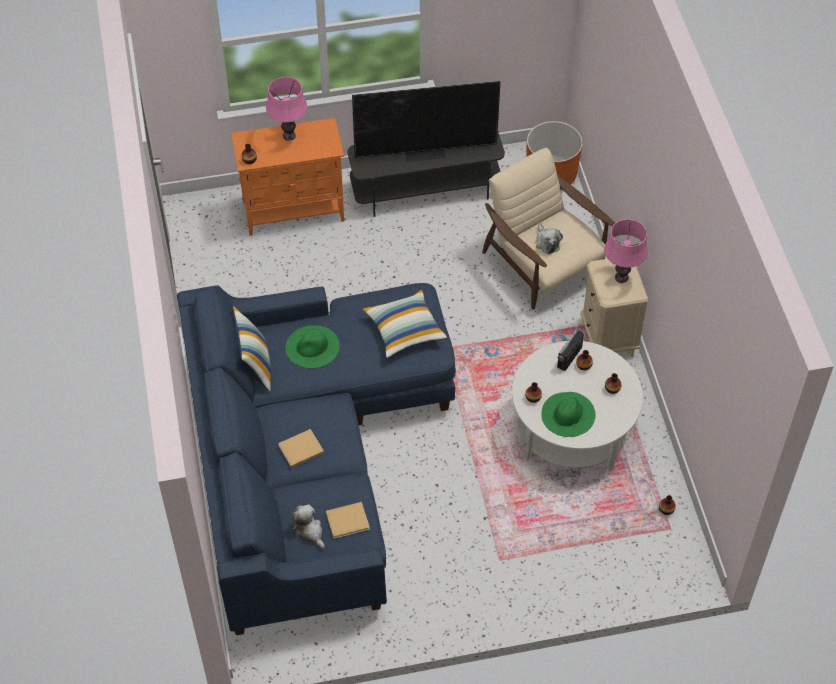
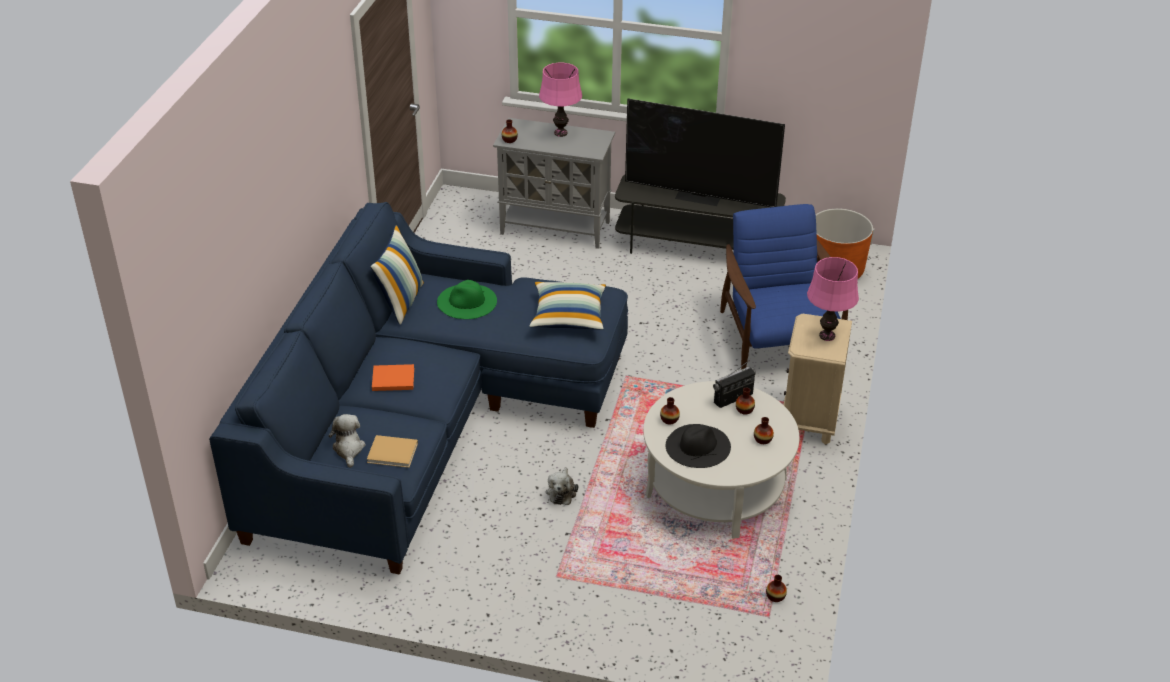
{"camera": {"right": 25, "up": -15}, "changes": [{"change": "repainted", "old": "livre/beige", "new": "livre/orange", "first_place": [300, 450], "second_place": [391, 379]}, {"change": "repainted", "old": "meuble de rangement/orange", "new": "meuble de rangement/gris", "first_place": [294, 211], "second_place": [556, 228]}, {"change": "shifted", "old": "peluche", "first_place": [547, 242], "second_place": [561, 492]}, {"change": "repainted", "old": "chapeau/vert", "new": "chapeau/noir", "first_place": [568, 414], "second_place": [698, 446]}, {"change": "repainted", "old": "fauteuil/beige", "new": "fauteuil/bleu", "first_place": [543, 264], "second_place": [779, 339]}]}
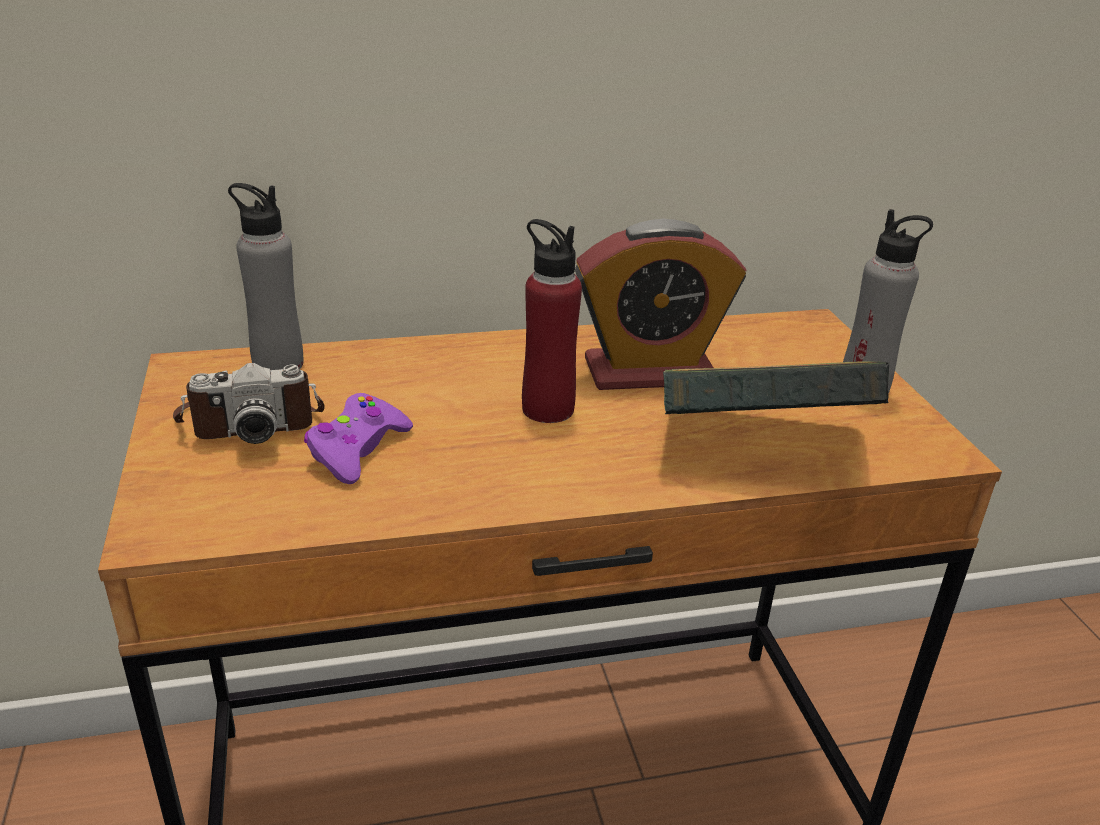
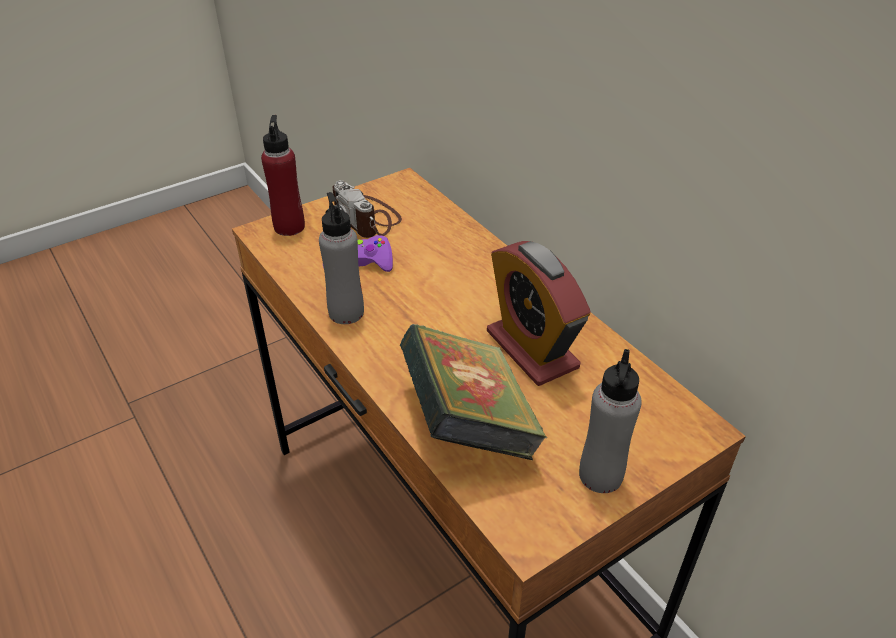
{"camera": {"right": 70, "up": 10}, "changes": [{"change": "shifted", "old": "bouteille/rouge", "first_place": [547, 409], "second_place": [289, 226]}, {"change": "shifted", "old": "bouteille/gris", "first_place": [278, 364], "second_place": [346, 312]}]}
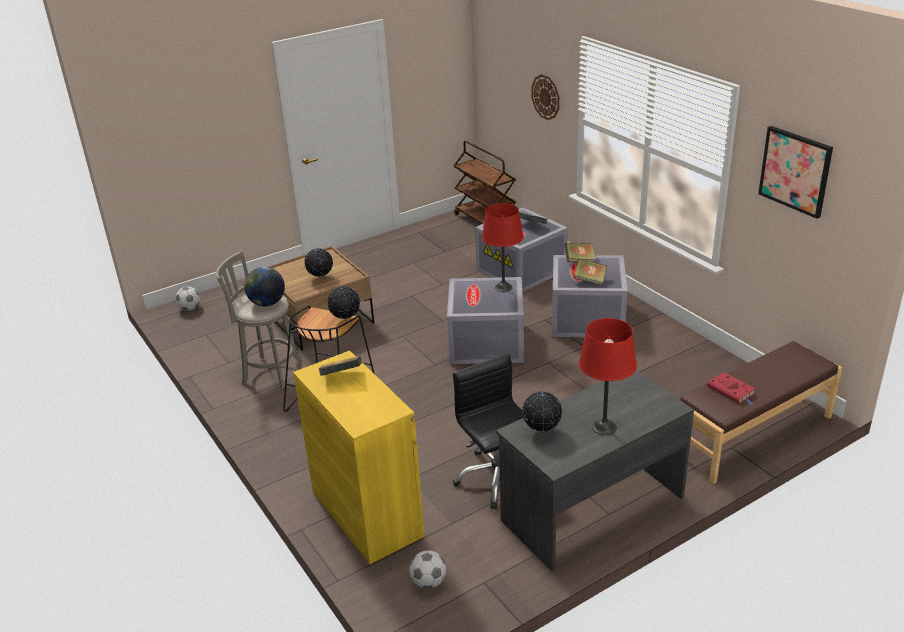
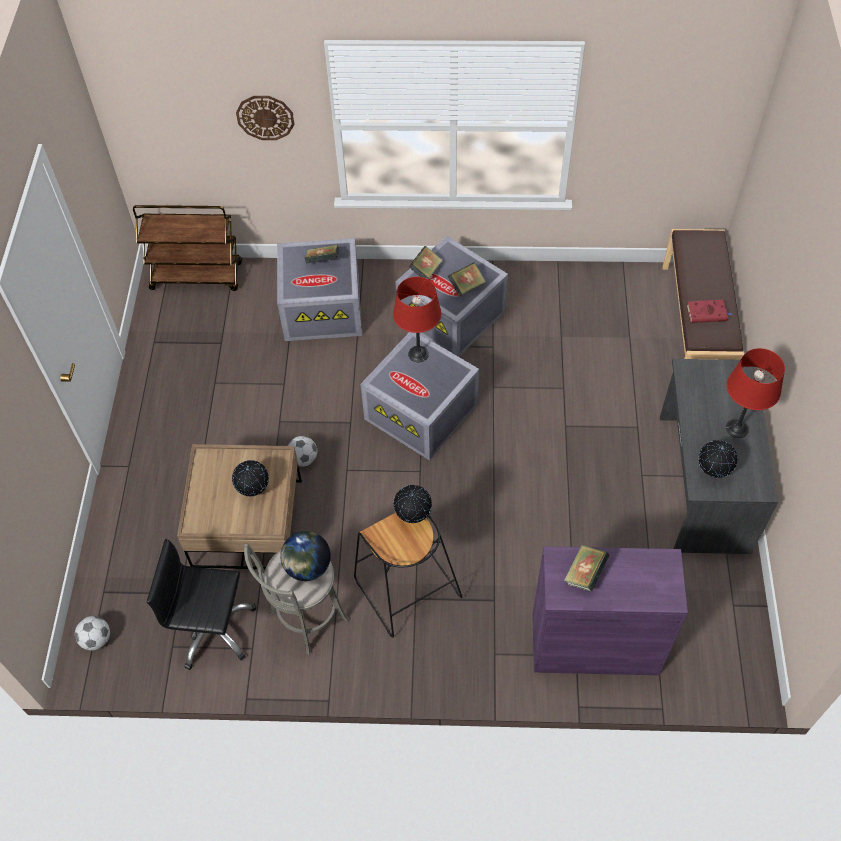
{"camera": {"right": -55, "up": 25}, "changes": [{"change": "shifted", "old": "chaise de bureau/noir", "first_place": [497, 478], "second_place": [212, 629]}, {"change": "shifted", "old": "ballon de foot", "first_place": [428, 582], "second_place": [303, 459]}, {"change": "repainted", "old": "meuble de rangement/jaune", "new": "meuble de rangement/violet", "first_place": [366, 513], "second_place": [594, 644]}, {"change": "gone", "old": "tableau", "first_place": [795, 171]}]}
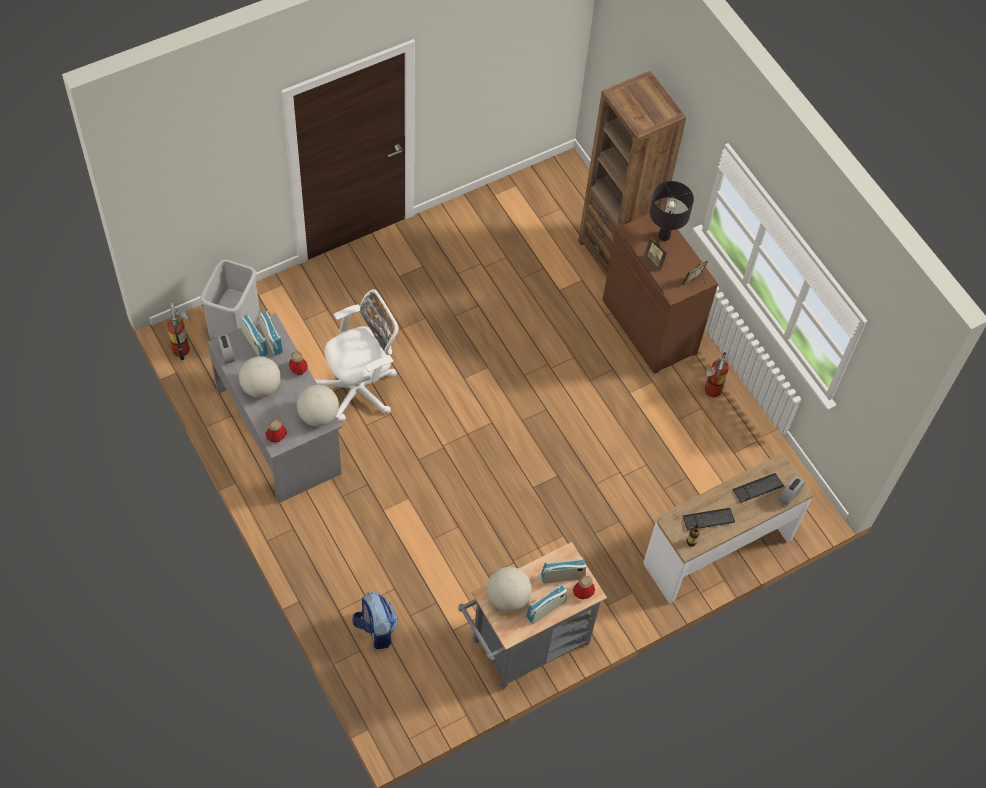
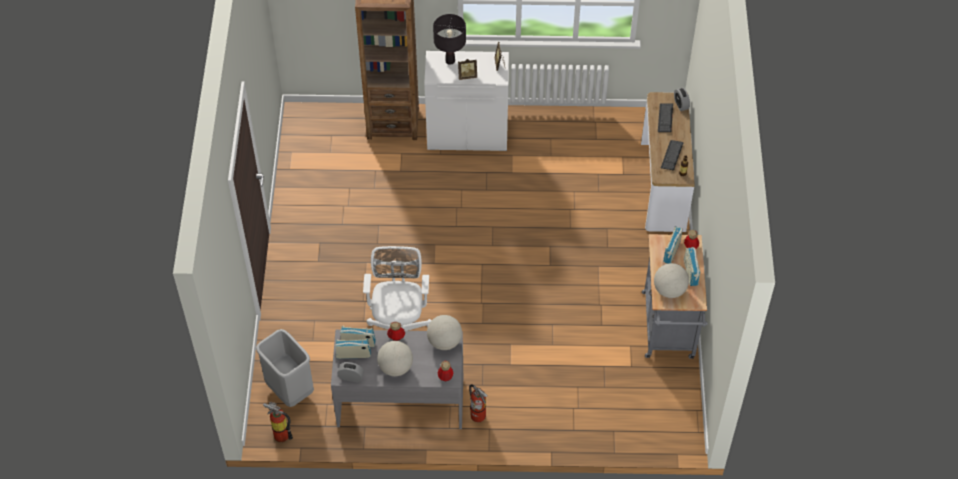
{"camera": {"right": -55, "up": -5}, "changes": [{"change": "repainted", "old": "meuble de rangement/marron", "new": "meuble de rangement/blanc", "first_place": [650, 327], "second_place": [468, 134]}, {"change": "shifted", "old": "extincteur", "first_place": [710, 391], "second_place": [478, 418]}, {"change": "gone", "old": "sac à dos", "first_place": [376, 629]}]}
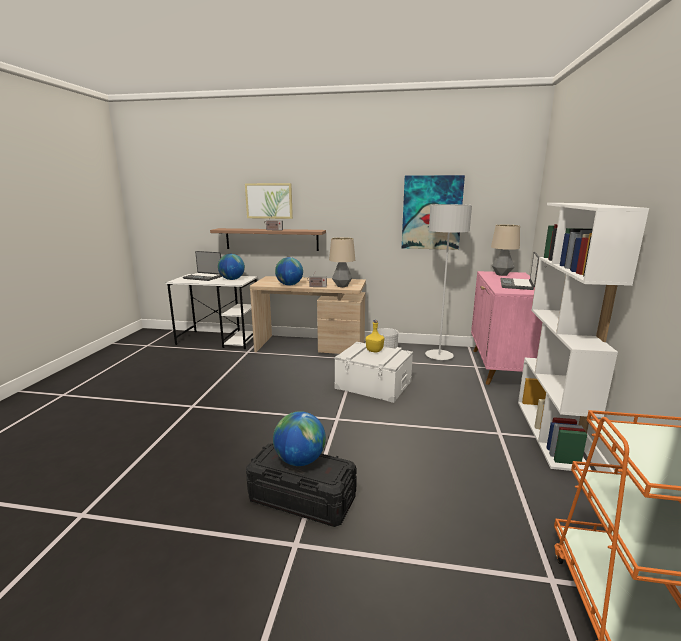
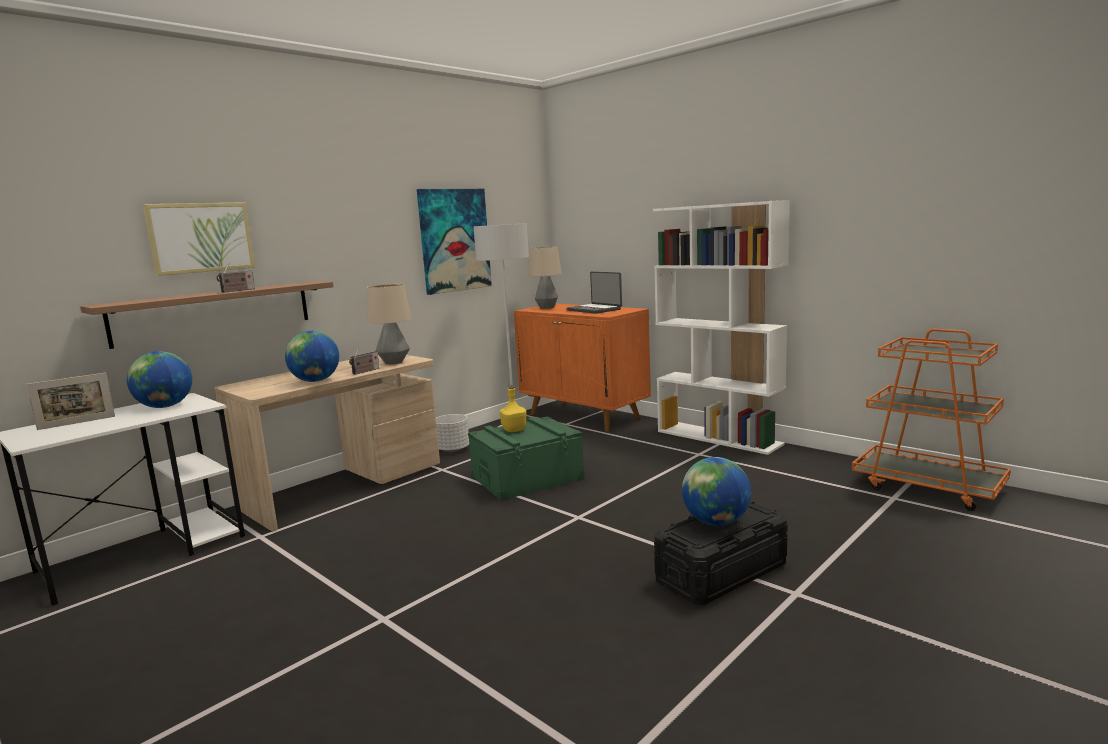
{"camera": {"right": -55, "up": -5}, "changes": [{"change": "swapped", "old": "ordinateur portable", "new": "cadre photo", "first_place": [203, 277], "second_place": [77, 423]}, {"change": "repainted", "old": "boîte de rangement/blanc", "new": "boîte de rangement/vert", "first_place": [373, 384], "second_place": [527, 478]}, {"change": "repainted", "old": "meuble de rangement/rose", "new": "meuble de rangement/orange", "first_place": [501, 367], "second_place": [584, 416]}]}
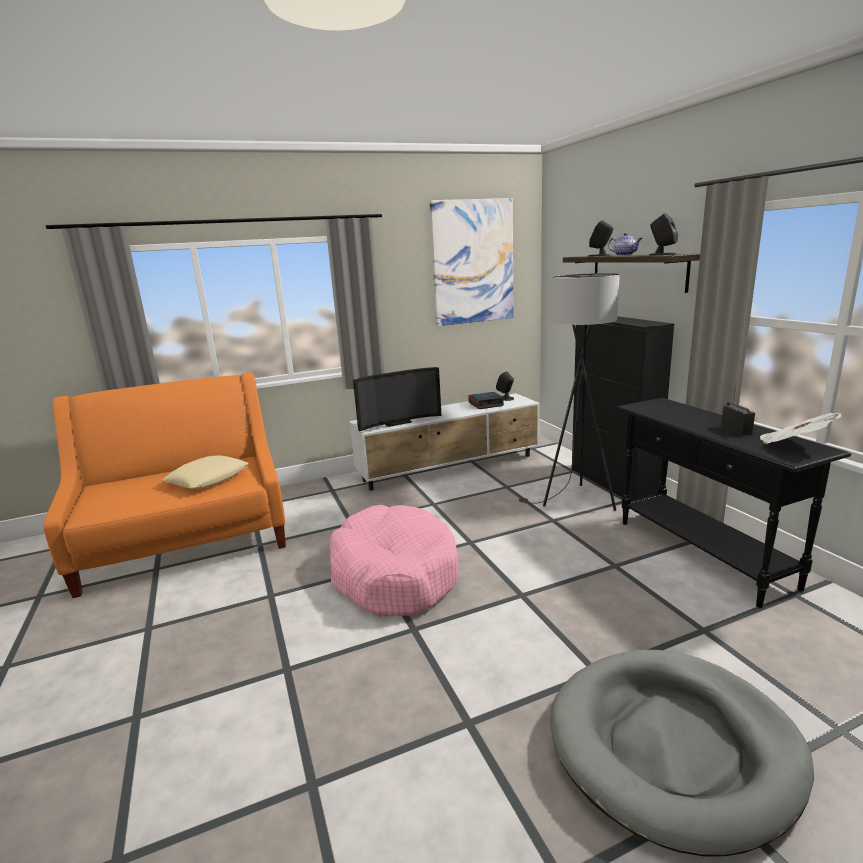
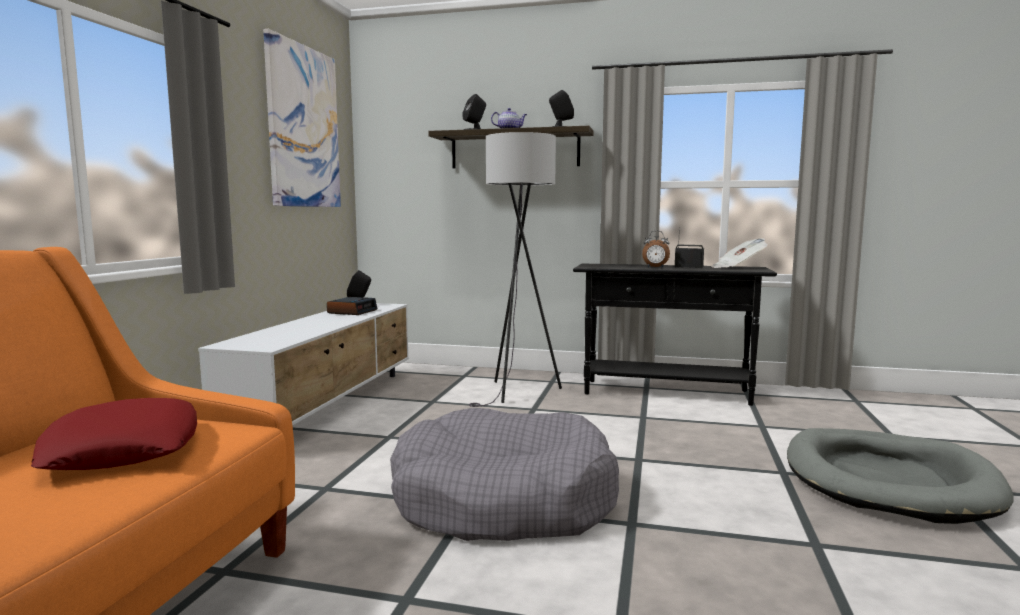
{"camera": {"right": -55, "up": -10}, "changes": [{"change": "repainted", "old": "coussin/beige", "new": "coussin/rouge", "first_place": [208, 478], "second_place": [123, 448]}, {"change": "repainted", "old": "panier pour chien/rose", "new": "panier pour chien/gris", "first_place": [394, 574], "second_place": [503, 500]}, {"change": "new", "new": "réveil", "second_place": [655, 267]}, {"change": "gone", "old": "téléviseur", "first_place": [396, 422]}, {"change": "gone", "old": "meuble de rangement/noir", "first_place": [612, 482]}]}
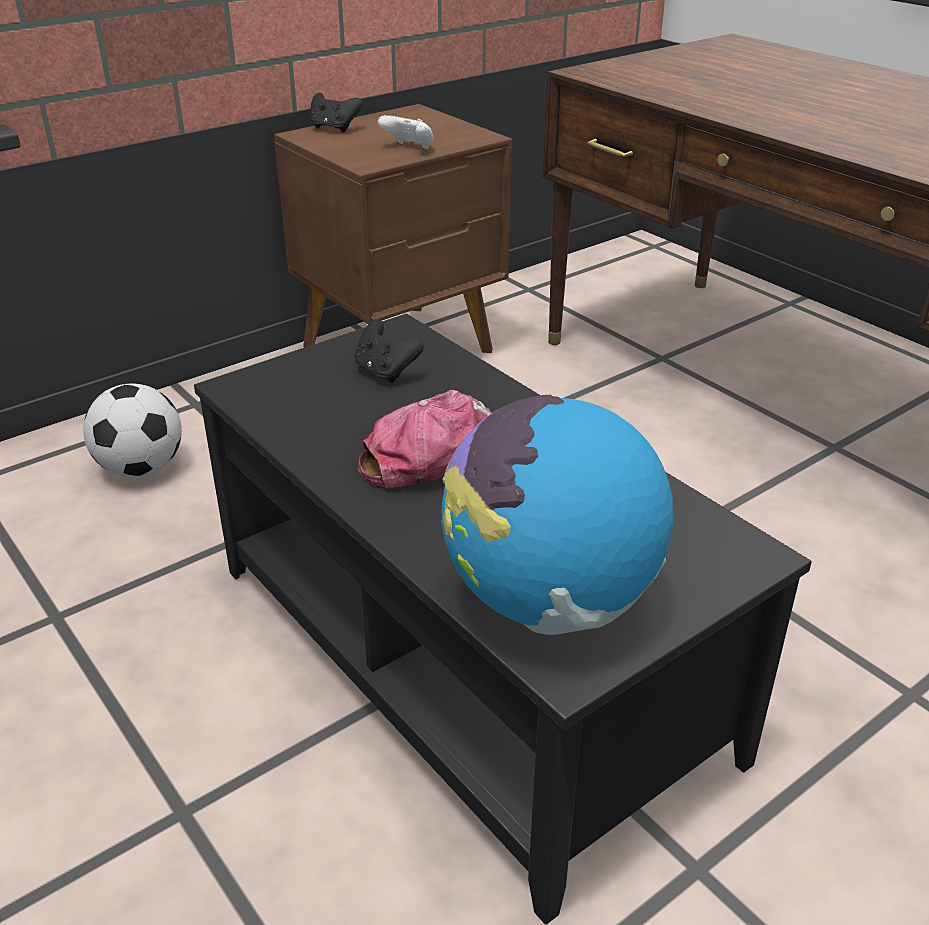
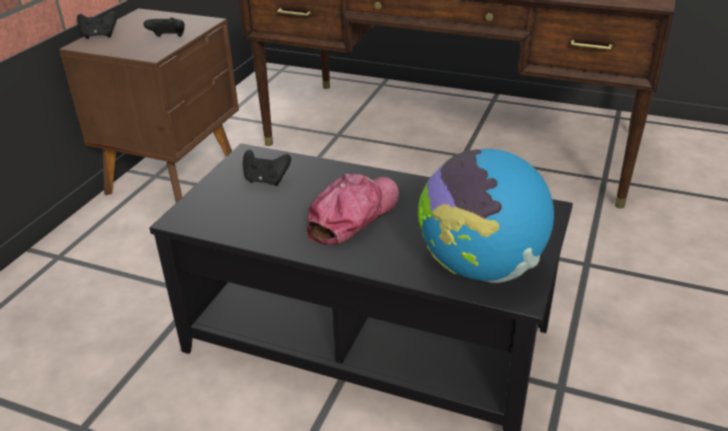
{"camera": {"right": -30, "up": 0}, "changes": [{"change": "repainted", "old": "manette/blanc", "new": "manette/noir", "first_place": [409, 148], "second_place": [168, 38]}, {"change": "gone", "old": "ballon de foot", "first_place": [141, 468]}]}
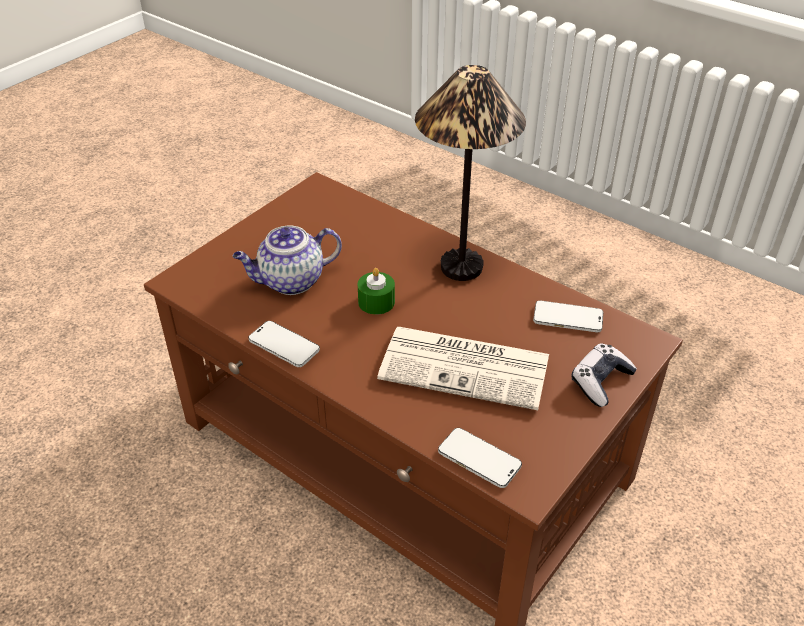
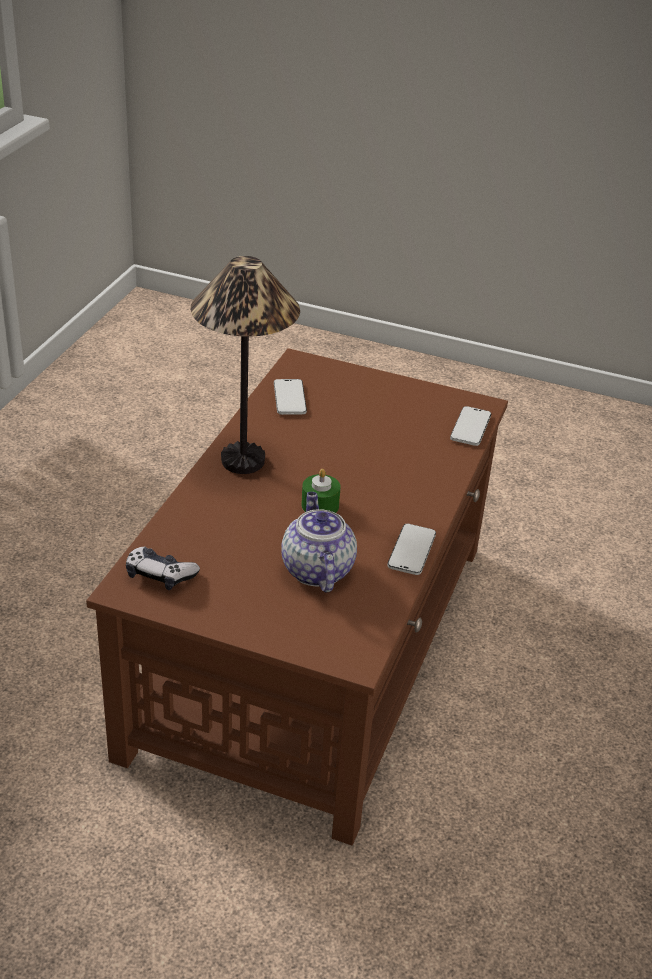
{"camera": {"right": -110, "up": -5}, "changes": [{"change": "shifted", "old": "manette", "first_place": [600, 381], "second_place": [160, 575]}, {"change": "rotated", "old": "théière", "first_place": [290, 281], "second_place": [316, 569], "degrees": -150}, {"change": "gone", "old": "journal", "first_place": [467, 367]}]}
